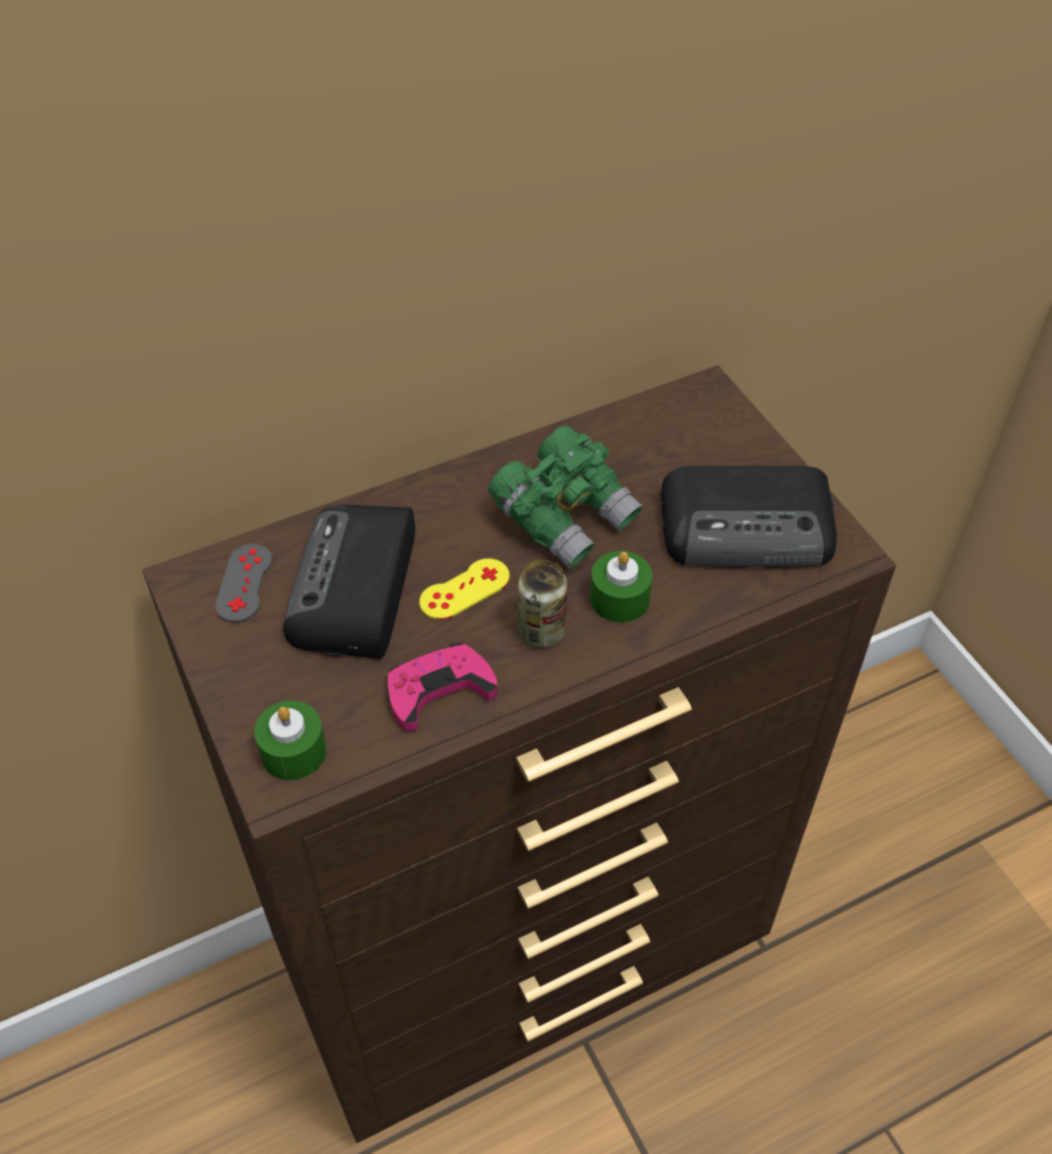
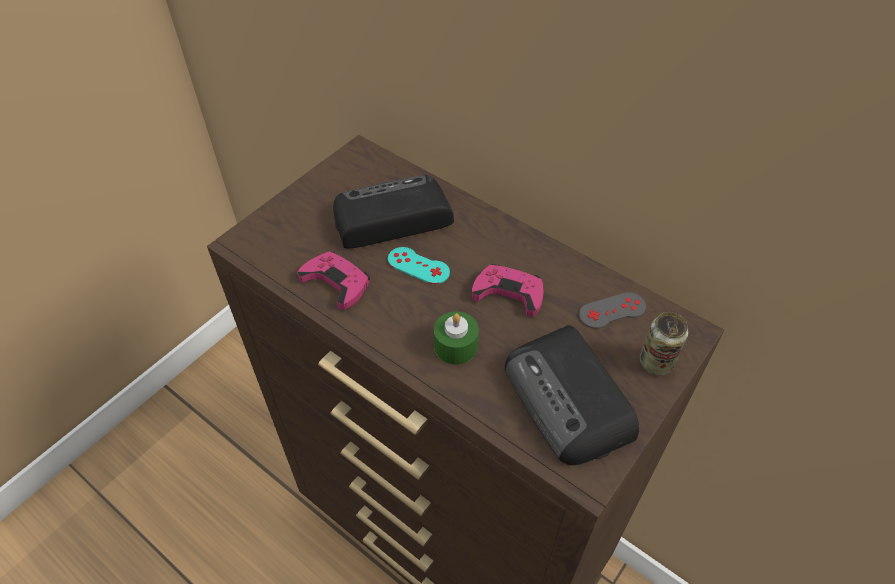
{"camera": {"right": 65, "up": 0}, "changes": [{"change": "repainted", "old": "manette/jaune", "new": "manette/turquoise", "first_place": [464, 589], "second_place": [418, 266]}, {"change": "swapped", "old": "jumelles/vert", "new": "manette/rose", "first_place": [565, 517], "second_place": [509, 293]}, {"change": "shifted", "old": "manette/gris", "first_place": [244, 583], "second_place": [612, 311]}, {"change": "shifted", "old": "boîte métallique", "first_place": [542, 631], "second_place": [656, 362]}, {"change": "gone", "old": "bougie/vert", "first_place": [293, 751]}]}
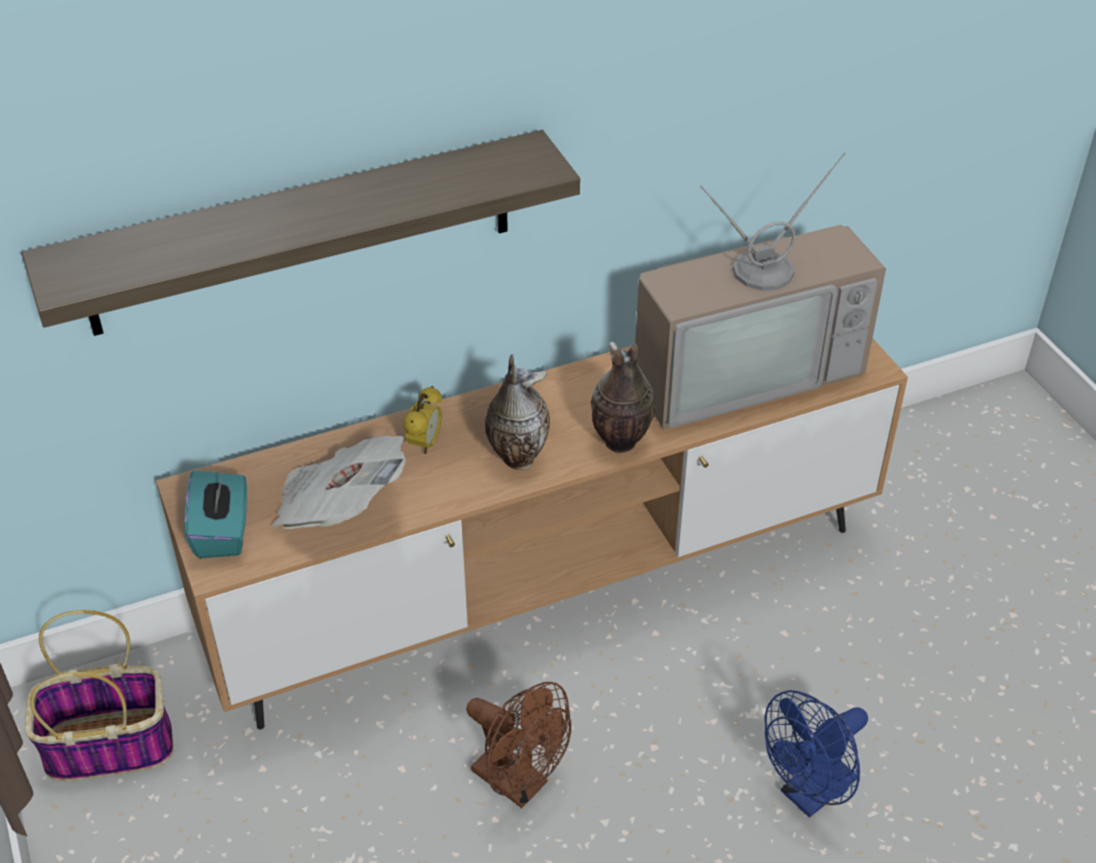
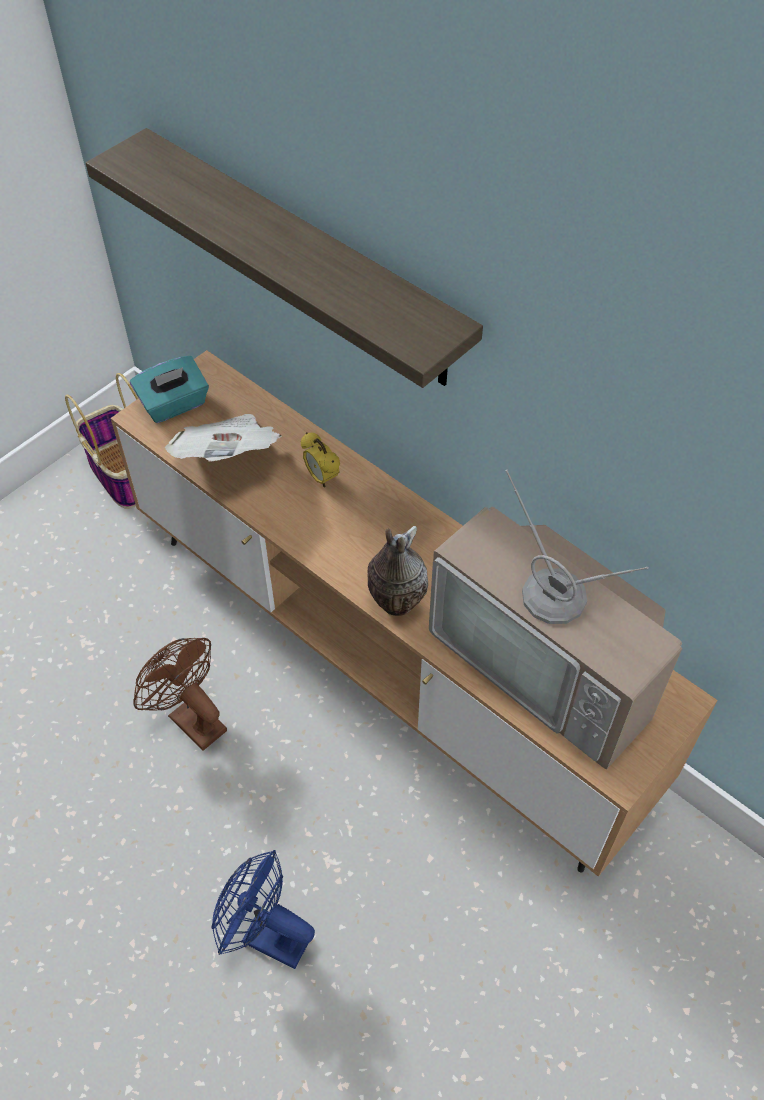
{"camera": {"right": 65, "up": 10}, "changes": [{"change": "rotated", "old": "ventilateur/marron", "first_place": [519, 783], "second_place": [190, 718], "degrees": 120}, {"change": "rotated", "old": "réveil", "first_place": [425, 444], "second_place": [321, 478], "degrees": 60}, {"change": "gone", "old": "vase", "first_place": [516, 457]}]}
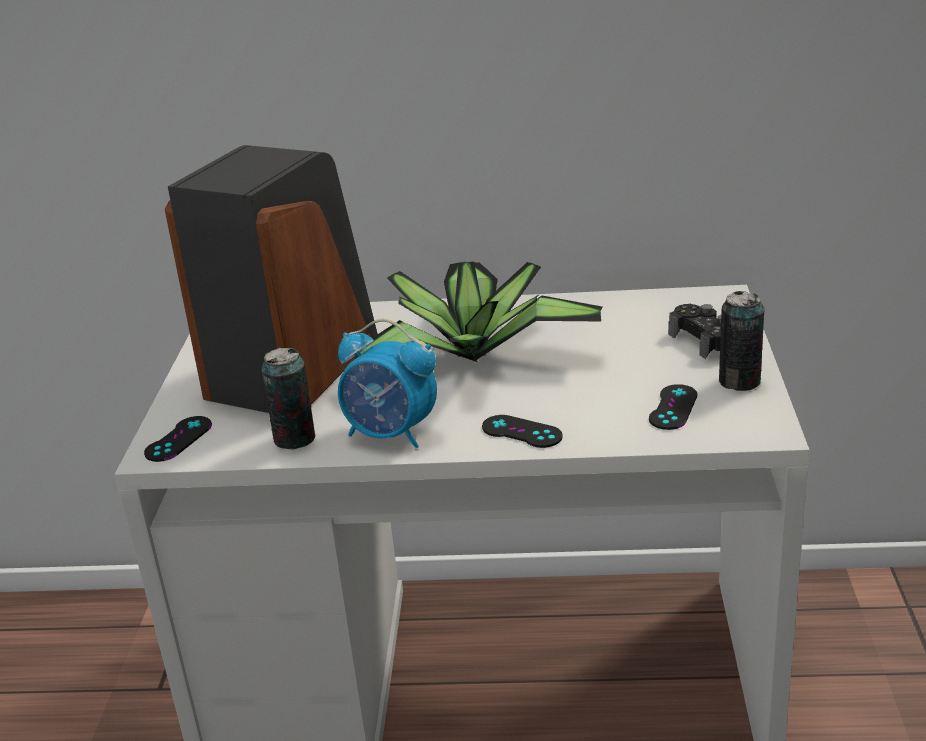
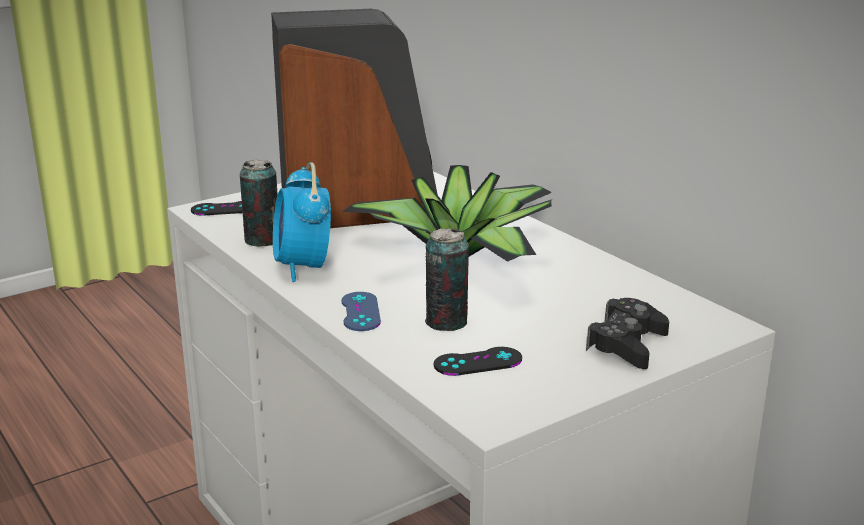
{"camera": {"right": 50, "up": -5}, "changes": [{"change": "repainted", "old": "manette/noir", "new": "manette/bleu", "first_place": [521, 432], "second_place": [360, 312]}, {"change": "shifted", "old": "boîte métallique", "first_place": [739, 381], "second_place": [446, 322]}]}
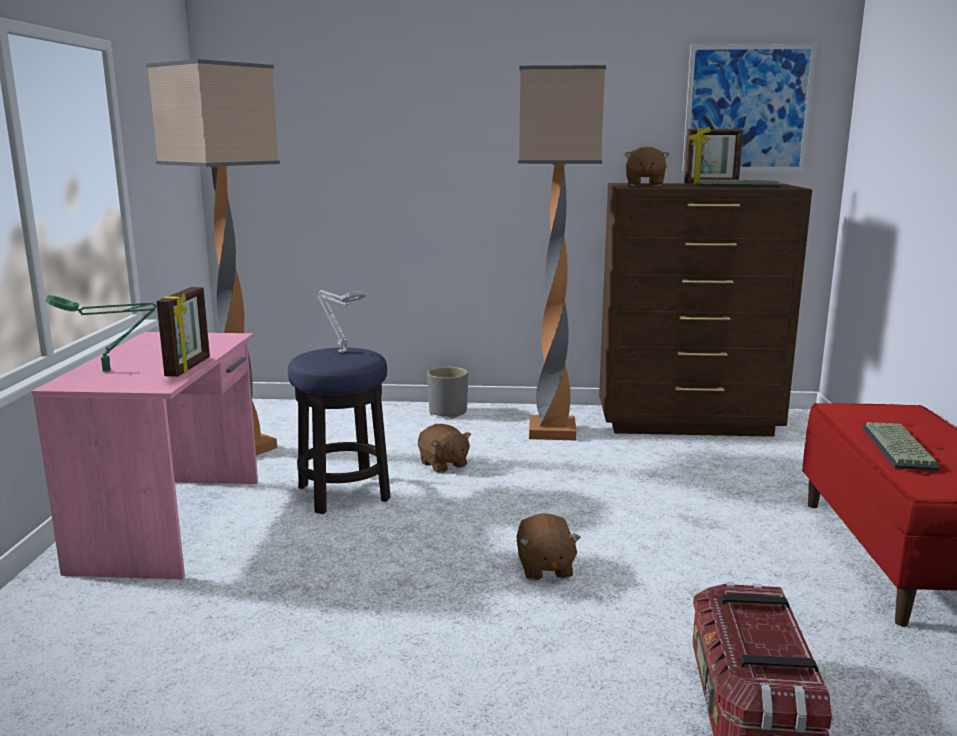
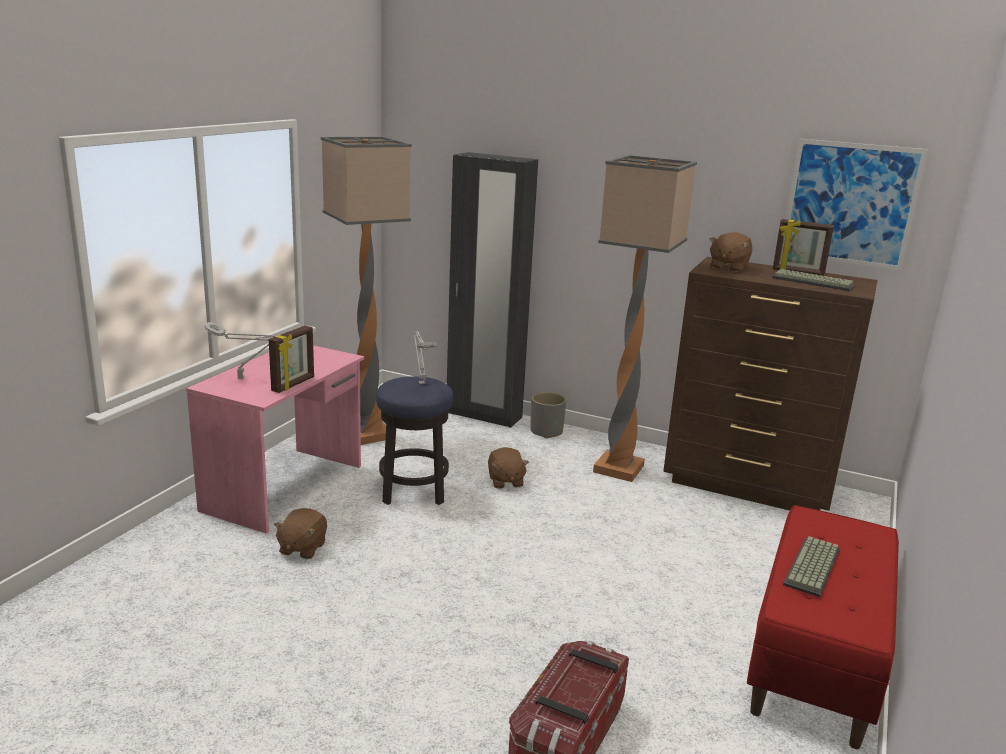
{"camera": {"right": 20, "up": 5}, "changes": [{"change": "repainted", "old": "lampe de table/vert", "new": "lampe de table/gris", "first_place": [110, 371], "second_place": [243, 378]}, {"change": "shifted", "old": "peluche/marron", "first_place": [544, 568], "second_place": [302, 548]}, {"change": "new", "new": "armoire/noir", "second_place": [483, 415]}]}
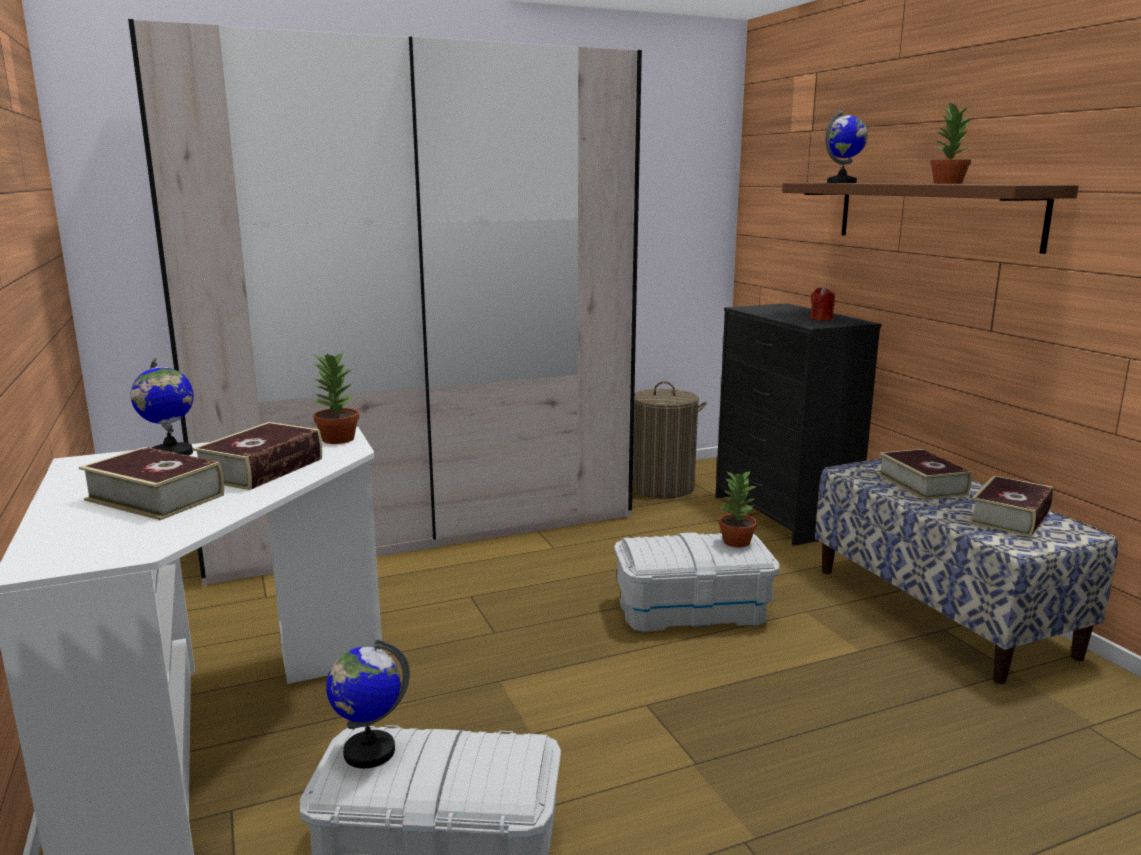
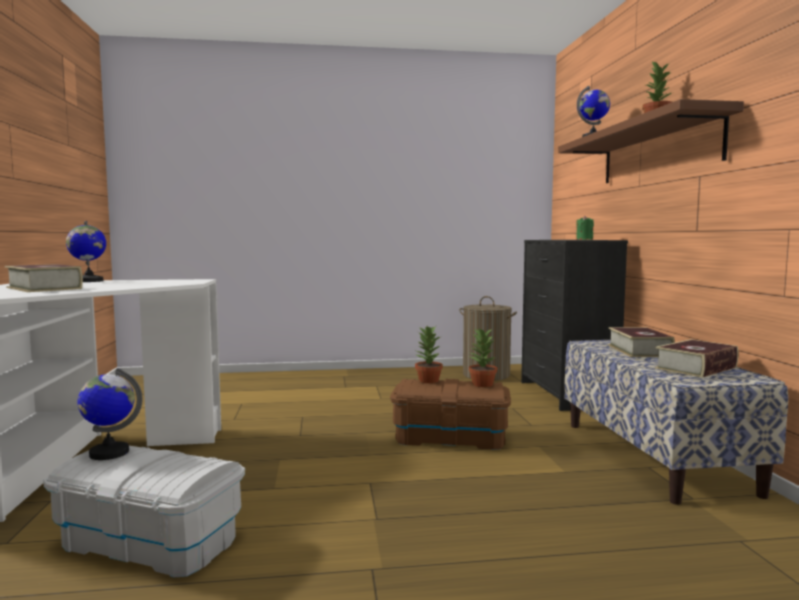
{"camera": {"right": 15, "up": -10}, "changes": [{"change": "repainted", "old": "boîte de rangement/blanc", "new": "boîte de rangement/marron", "first_place": [692, 610], "second_place": [450, 437]}, {"change": "shifted", "old": "plante en pot", "first_place": [337, 439], "second_place": [428, 380]}, {"change": "repainted", "old": "bougie/rouge", "new": "bougie/vert", "first_place": [821, 319], "second_place": [584, 239]}, {"change": "gone", "old": "armoire/beige", "first_place": [421, 524]}, {"change": "gone", "old": "livre", "first_place": [262, 469]}]}
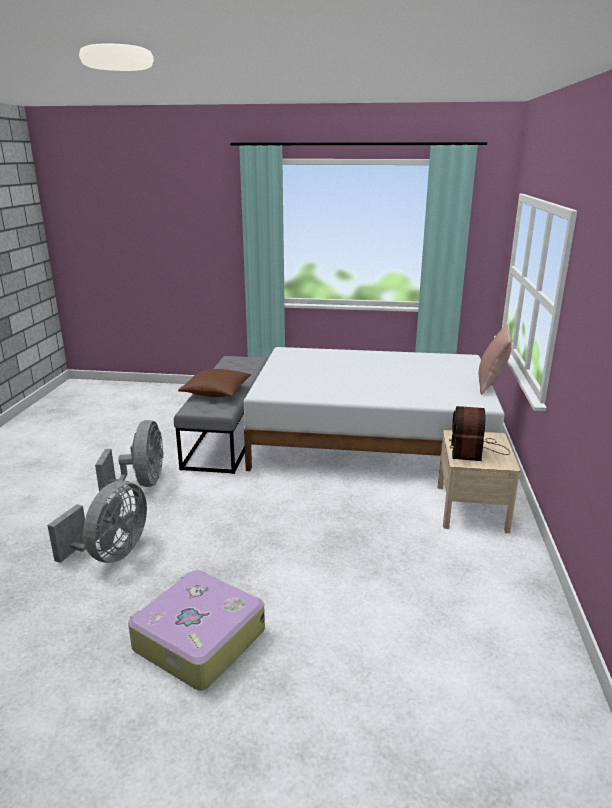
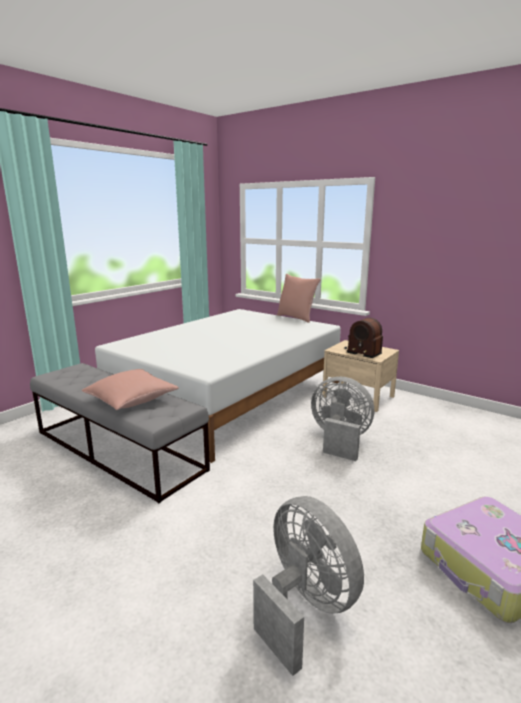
{"camera": {"right": -60, "up": -5}, "changes": [{"change": "repainted", "old": "coussin/marron", "new": "coussin/rose", "first_place": [216, 392], "second_place": [131, 400]}, {"change": "shifted", "old": "ventilateur/gris", "first_place": [142, 483], "second_place": [339, 440]}]}
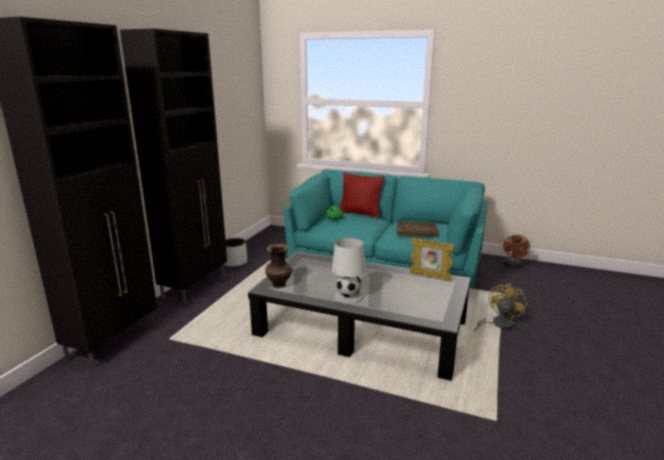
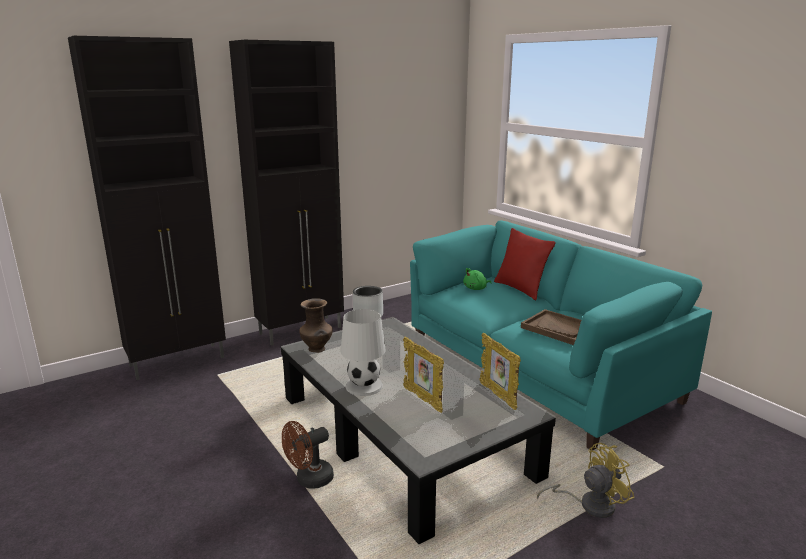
{"camera": {"right": 35, "up": 0}, "changes": [{"change": "shifted", "old": "ventilateur/marron", "first_place": [513, 266], "second_place": [309, 480]}, {"change": "new", "new": "cadre photo", "second_place": [423, 399]}]}
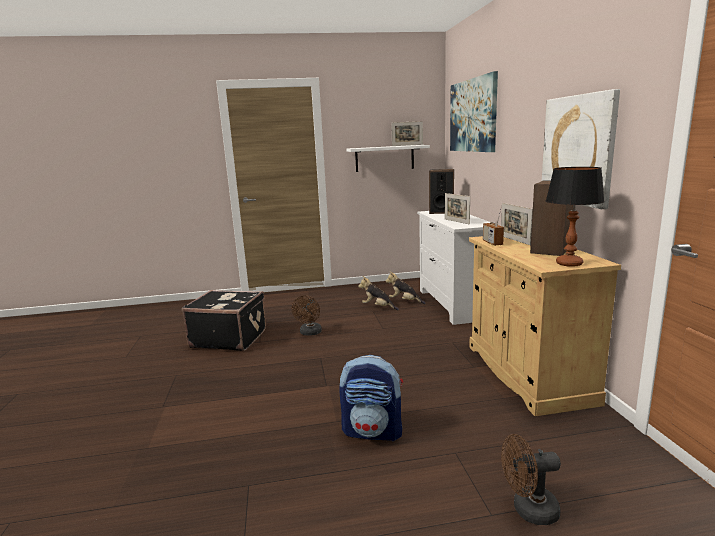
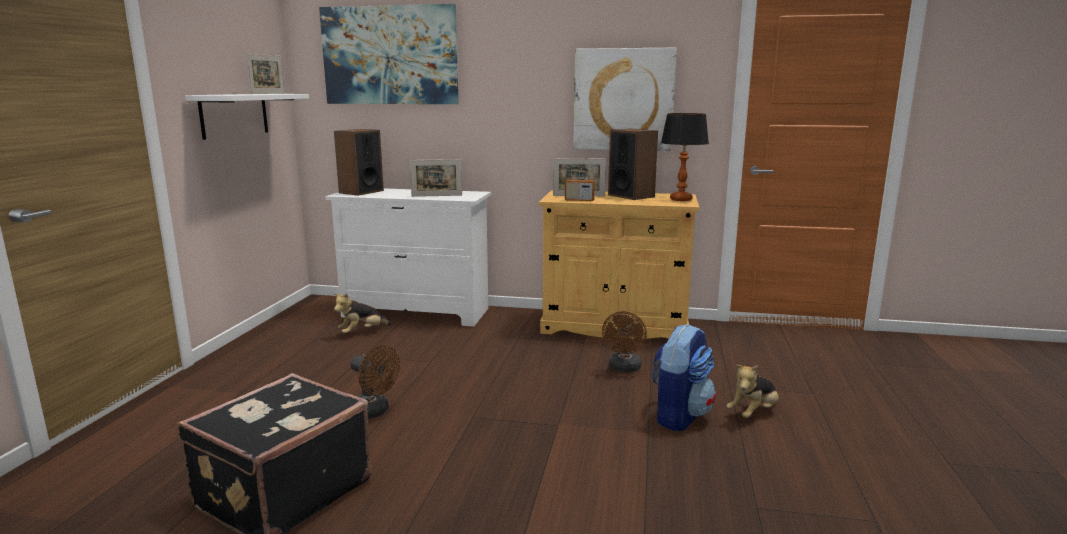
{"camera": {"right": -70, "up": 0}, "changes": [{"change": "shifted", "old": "ventilateur/marron", "first_place": [528, 510], "second_place": [624, 368]}, {"change": "shifted", "old": "peluche", "first_place": [378, 307], "second_place": [753, 413]}]}
